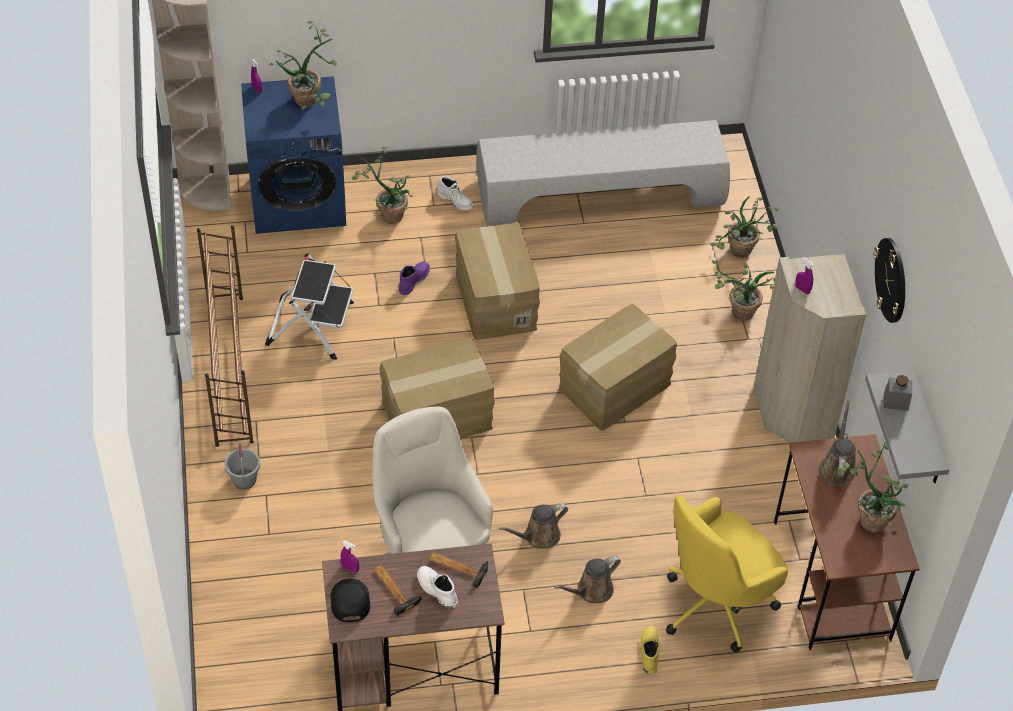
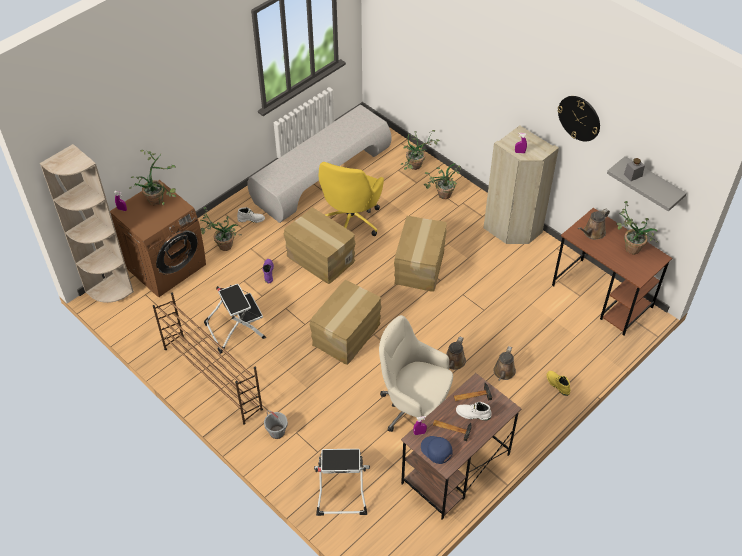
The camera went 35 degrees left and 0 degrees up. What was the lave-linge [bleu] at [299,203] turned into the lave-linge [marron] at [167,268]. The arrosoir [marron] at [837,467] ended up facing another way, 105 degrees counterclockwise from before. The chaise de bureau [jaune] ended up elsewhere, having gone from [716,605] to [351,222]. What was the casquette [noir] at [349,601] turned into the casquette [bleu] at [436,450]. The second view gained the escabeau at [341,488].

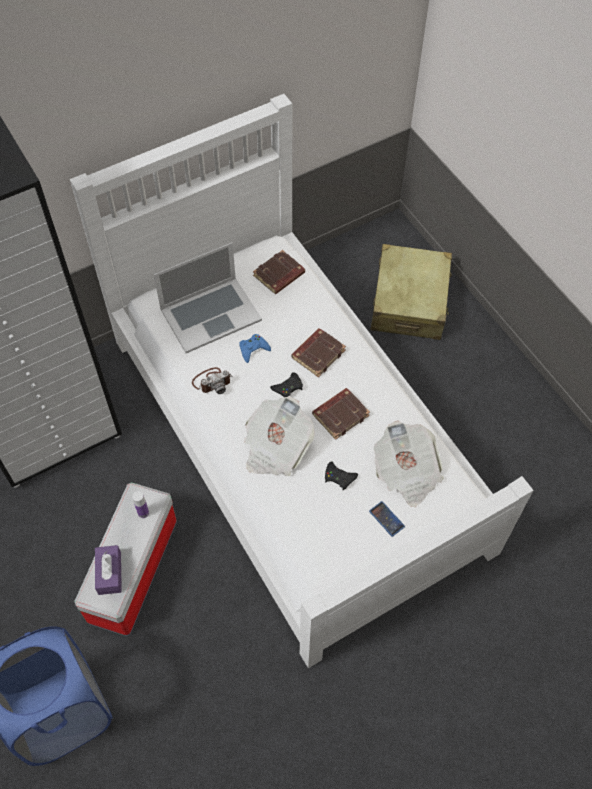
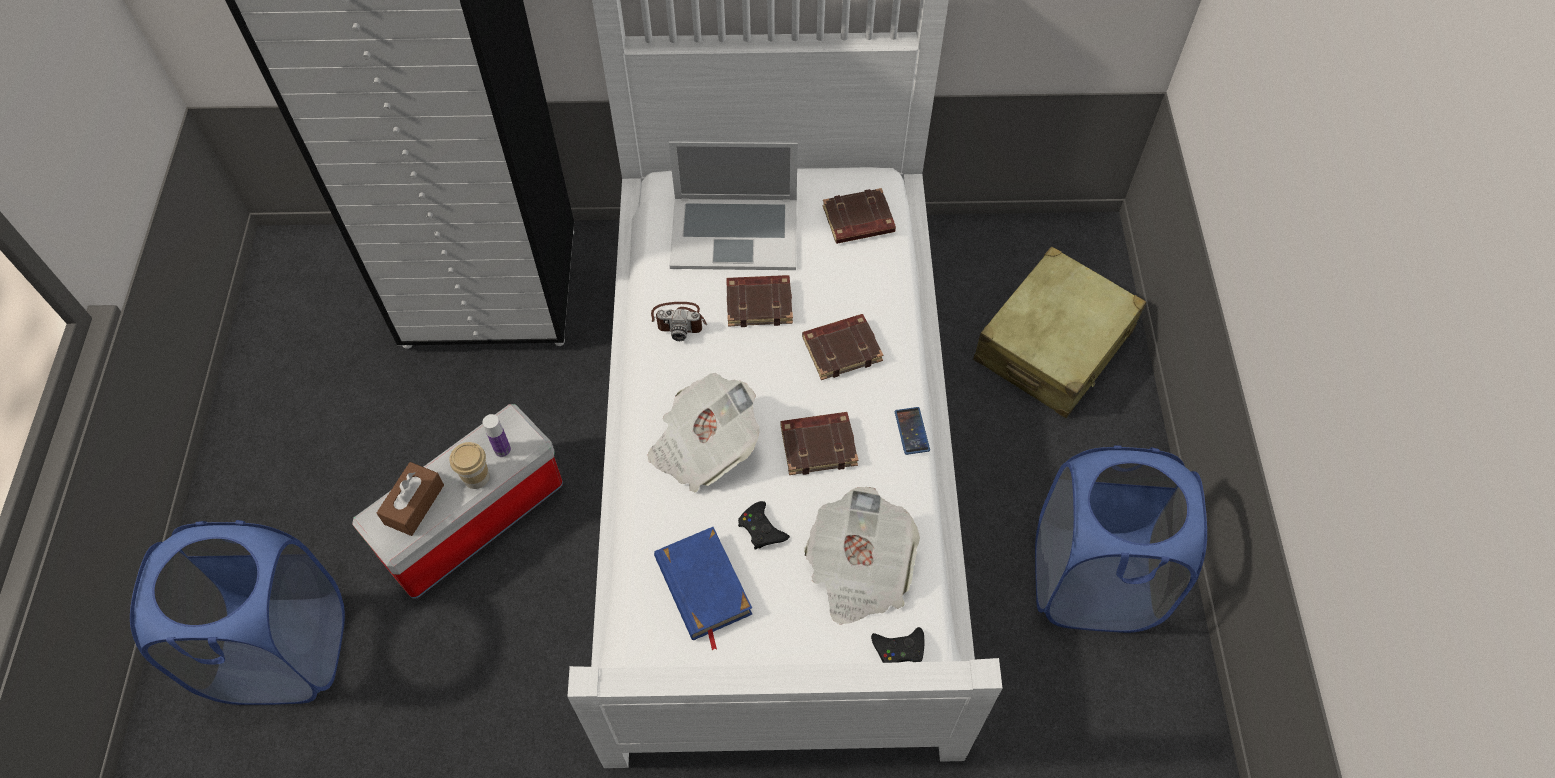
The camera went 30 degrees right and 0 degrees up. Where the manette [bleu] stood at [253,349], the livre [marron] came to stand at [760,303]. The manette [noir] ended up elsewhere, having gone from [288,387] to [899,649]. The téléphone ended up elsewhere, having gone from [386,519] to [911,431]. What was the boîte à mouchoirs [violet] at [109,573] turned into the boîte à mouchoirs [marron] at [414,504]. The second view gained the tasse at [476,477]. The second view gained the panier à linge [bleu] at [1091,581]. The second view gained the livre [bleu] at [702,587].

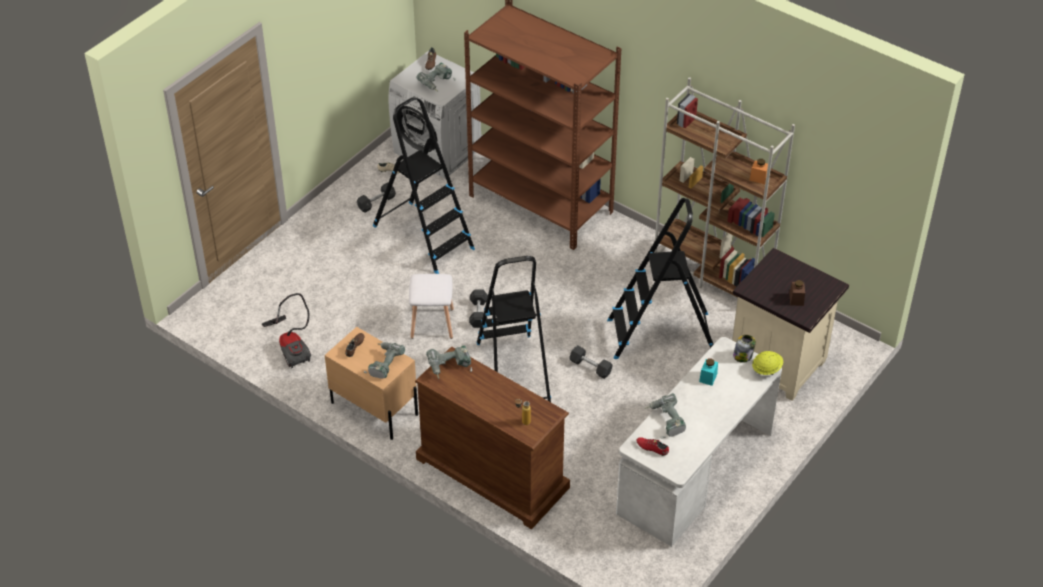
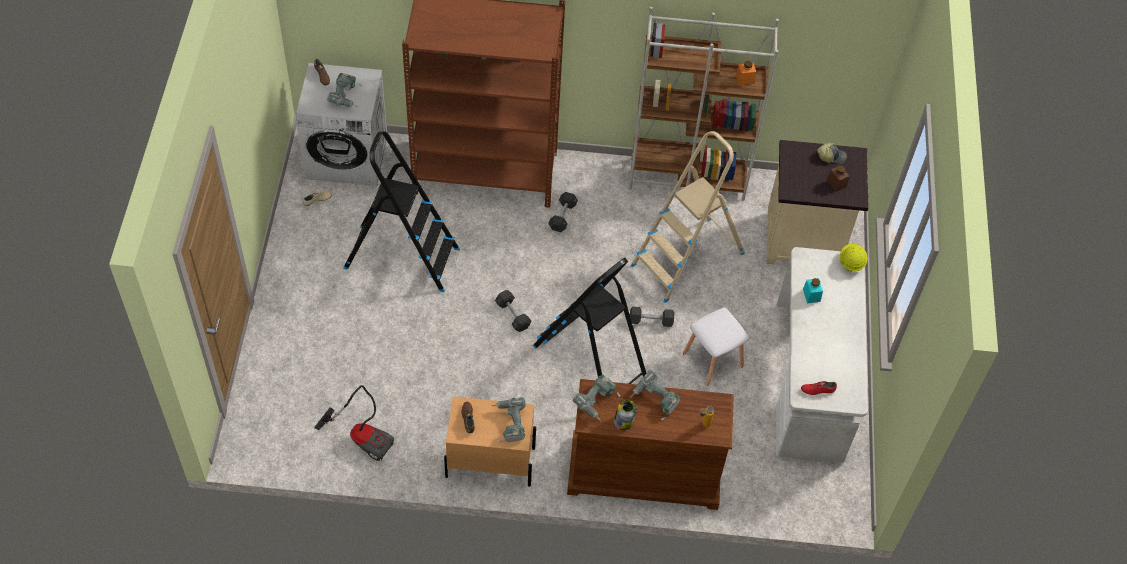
The camera went 35 degrees left and 10 degrees up. The haltère [gris] ended up elsewhere, having gone from [376,202] to [562,216]. What was the escabeau [noir] at [660,336] turned into the escabeau [beige] at [687,259]. The tabouret [blanc] ended up elsewhere, having gone from [431,322] to [712,359]. The bocal ended up elsewhere, having gone from [743,356] to [623,421]. The perceuse ended up elsewhere, having gone from [666,421] to [654,400]. The second view gained the casquette at [831,156].

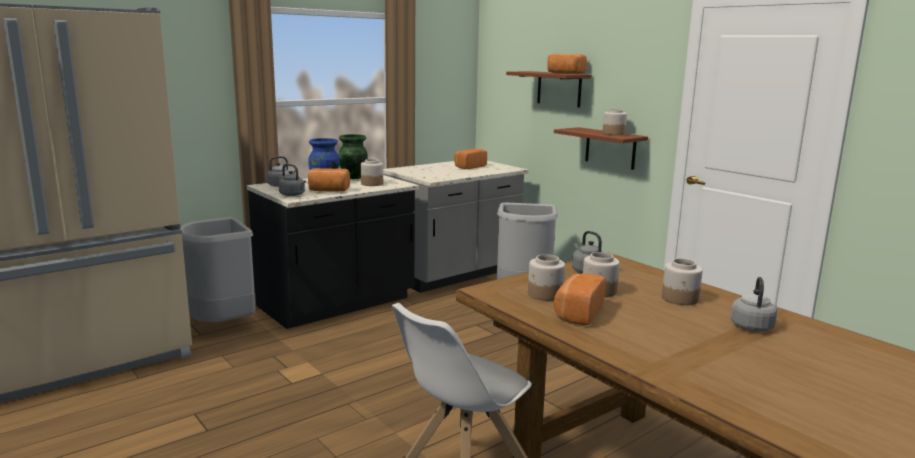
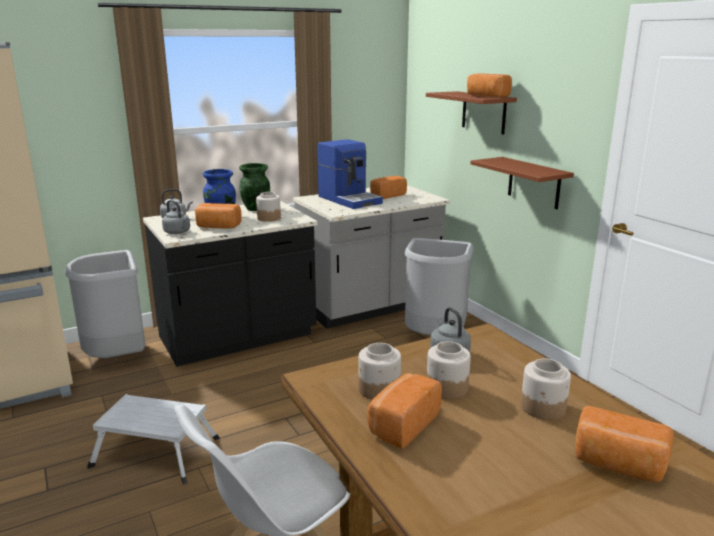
The camera went 10 degrees right and 5 degrees up. The second view lost the bocal at [613,134]. Where the bouilloire [gris] stood at [751,326], the pain came to stand at [618,465]. The second view gained the machine à café at [350,199]. The second view gained the escabeau [blanc] at [155,452].

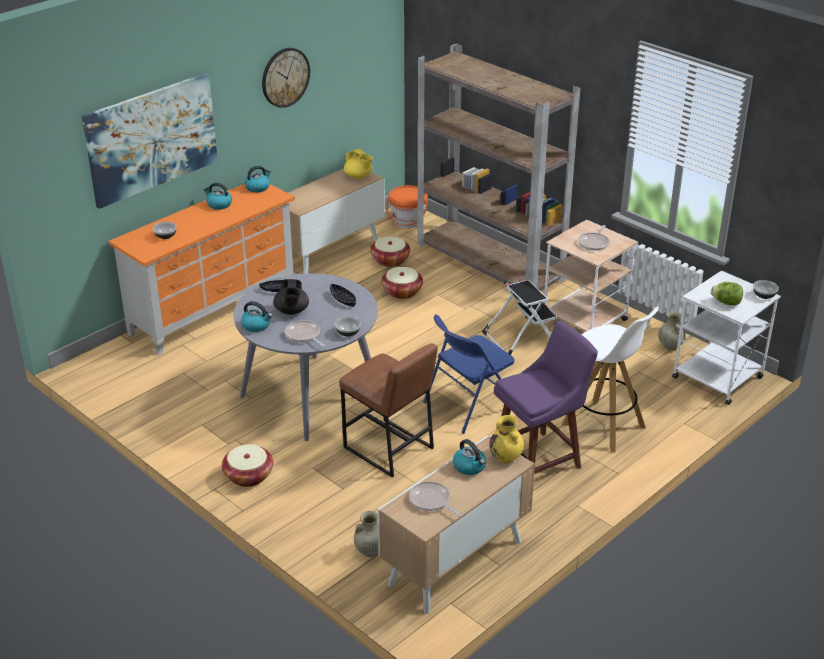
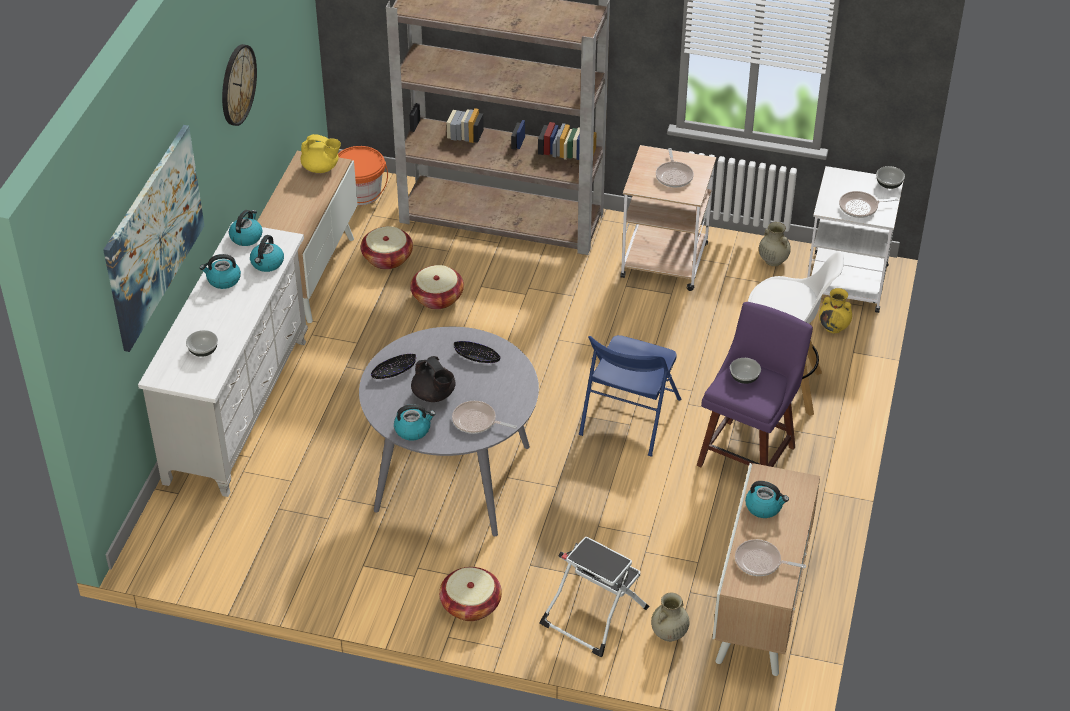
The camera went 30 degrees left and 10 degrees up. What was the commode [orange] at [214,311] turned into the commode [blanc] at [239,409]. The escabeau ended up elsewhere, having gone from [520,337] to [593,612]. Where the laitue stood at [726,303], the poêle came to stand at [861,207]. The bol ended up elsewhere, having gone from [348,333] to [744,378]. The second view lost the chaise [marron] at [389,448]. The vase [jaune] ended up elsewhere, having gone from [506,457] to [834,327]. The second view gained the bouilloire at [267,263].

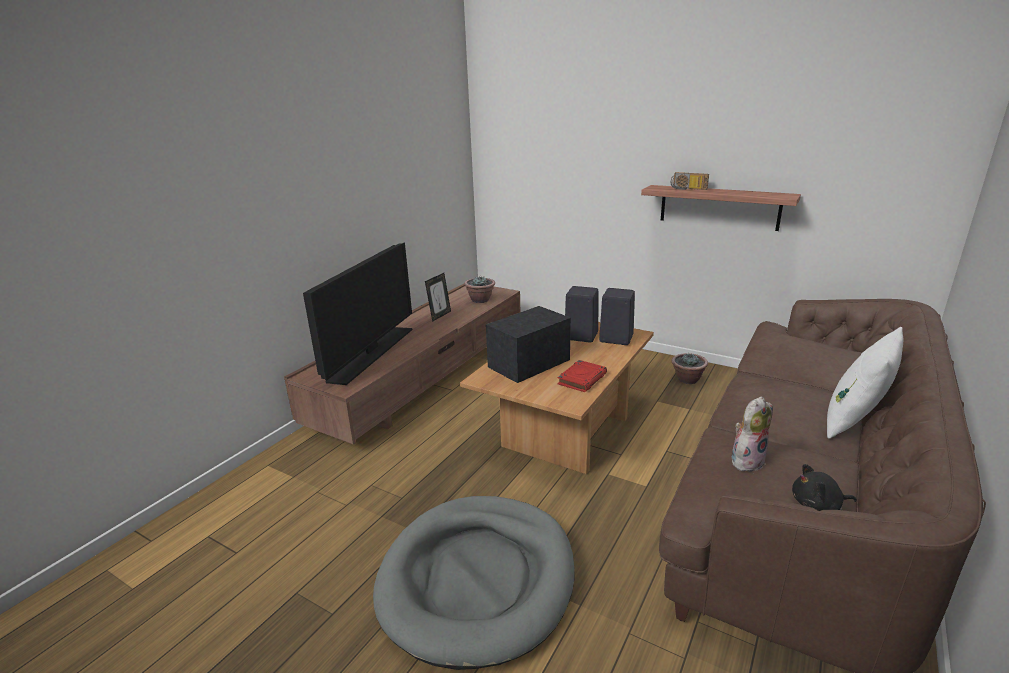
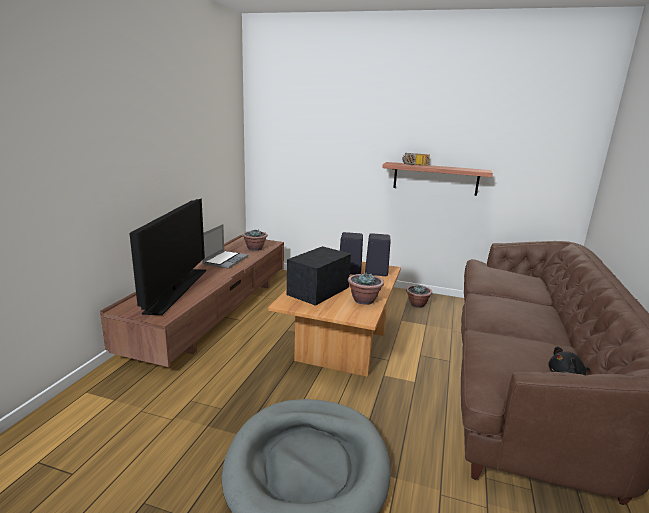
The camera went 15 degrees left and 5 degrees down. Where the cadre photo stood at [439,315], the ordinateur portable came to stand at [225,260]. The second view lost the coussin [blanc] at [854,421]. Where the livre [rouge] stood at [582,379], the plante en pot came to stand at [364,300]. The second view lost the peluche at [746,460].

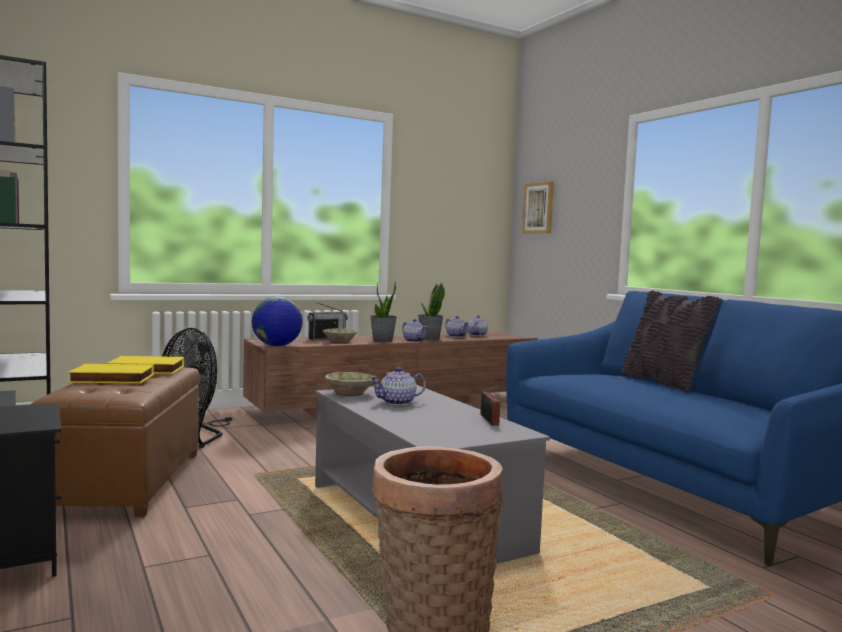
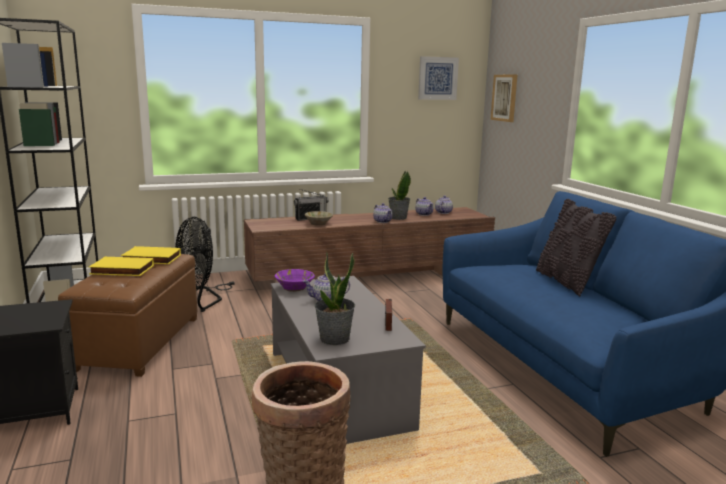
The camera went 10 degrees right and 10 degrees up. The plante en pot ended up elsewhere, having gone from [382,340] to [334,339]. The second view lost the globe at [276,346]. What was the bol [beige] at [350,394] turned into the bol [violet] at [295,288]. The second view gained the tableau at [437,78].

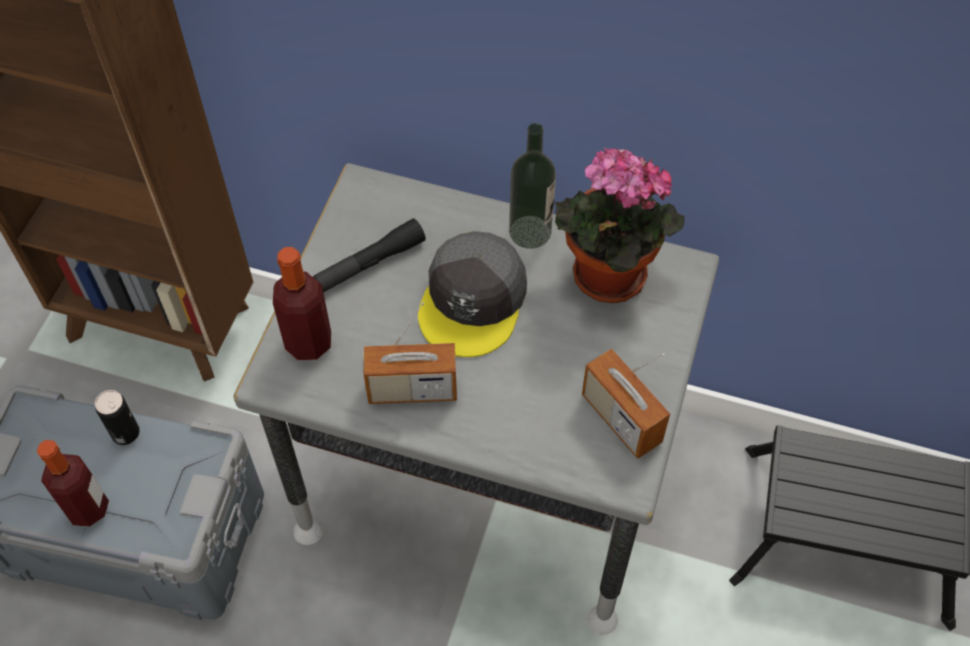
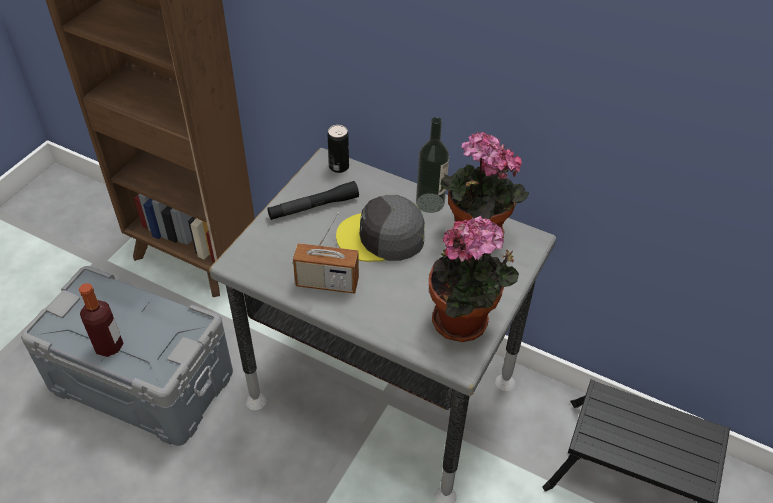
The camera went 10 degrees right and 10 degrees down. The casquette [gris] at [473,301] ended up facing another way, 60 degrees clockwise from before. The second view lost the bouteille at [308,342]. Where the radio stood at [621,419], the plante en pot came to stand at [465,323]. The boîte métallique ended up elsewhere, having gone from [125,433] to [339,167].

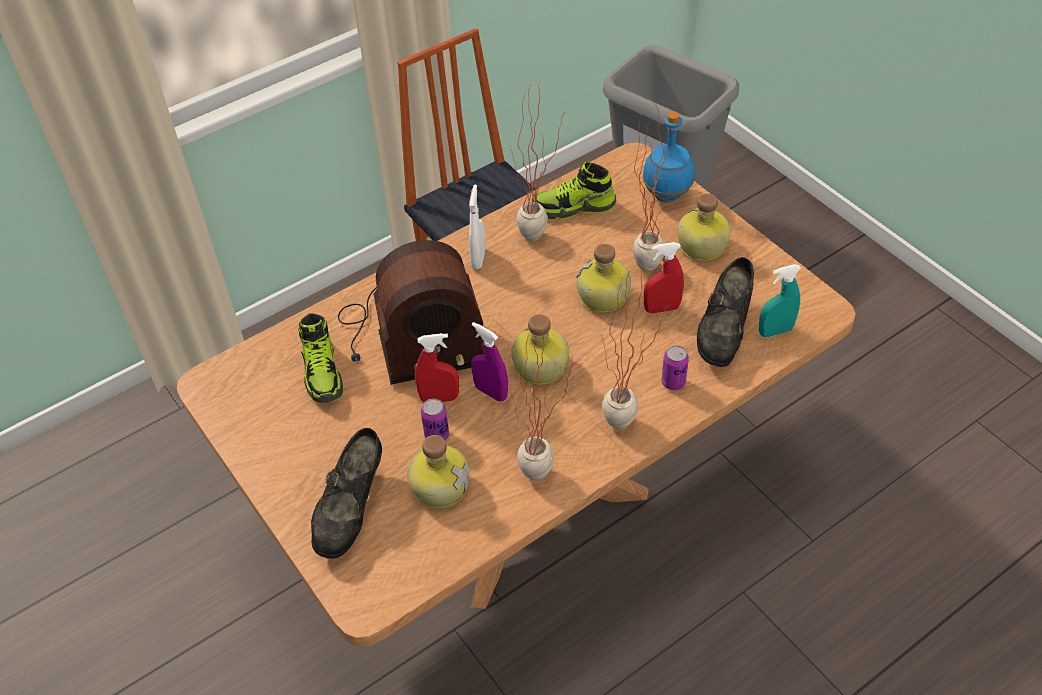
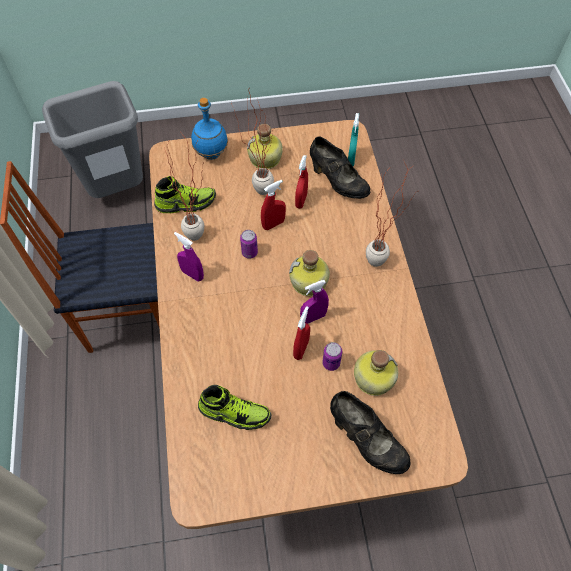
The camera went 65 degrees left and 10 degrees up. The chaussure at [574,208] ended up facing another way, 120 degrees counterclockwise from before. What was the vaporisateur [blanc] at [478,258] turned into the vaporisateur [violet] at [192,274]. The second view lost the radio at [411,336]. Where the bouteille stood at [603,297], the vaporisateur [rouge] came to stand at [273,224]. The second view lost the plante en pot at [544,481]. The boîte métallique ended up elsewhere, having gone from [673,382] to [249,252].

